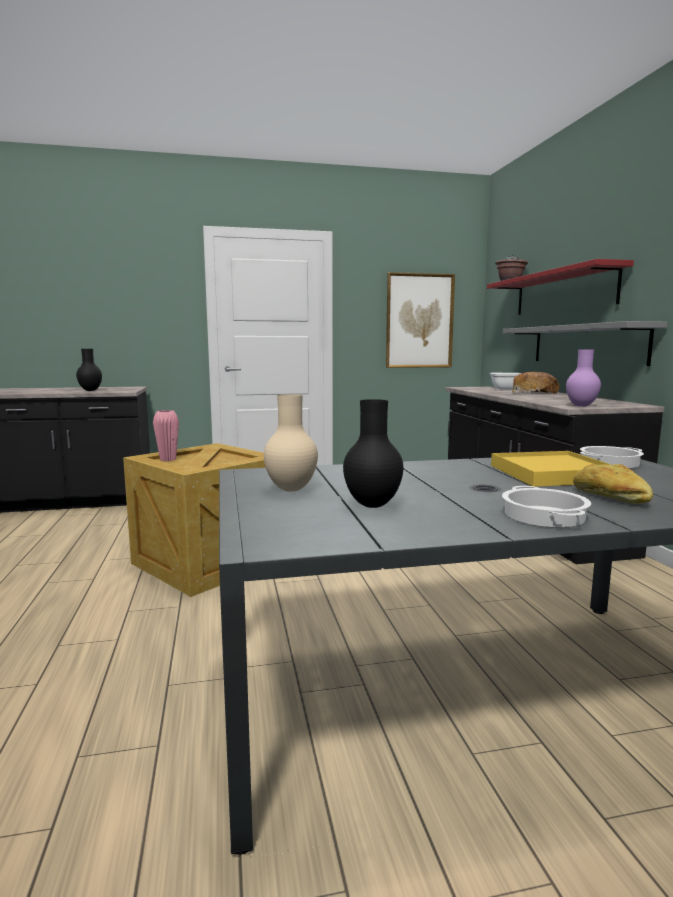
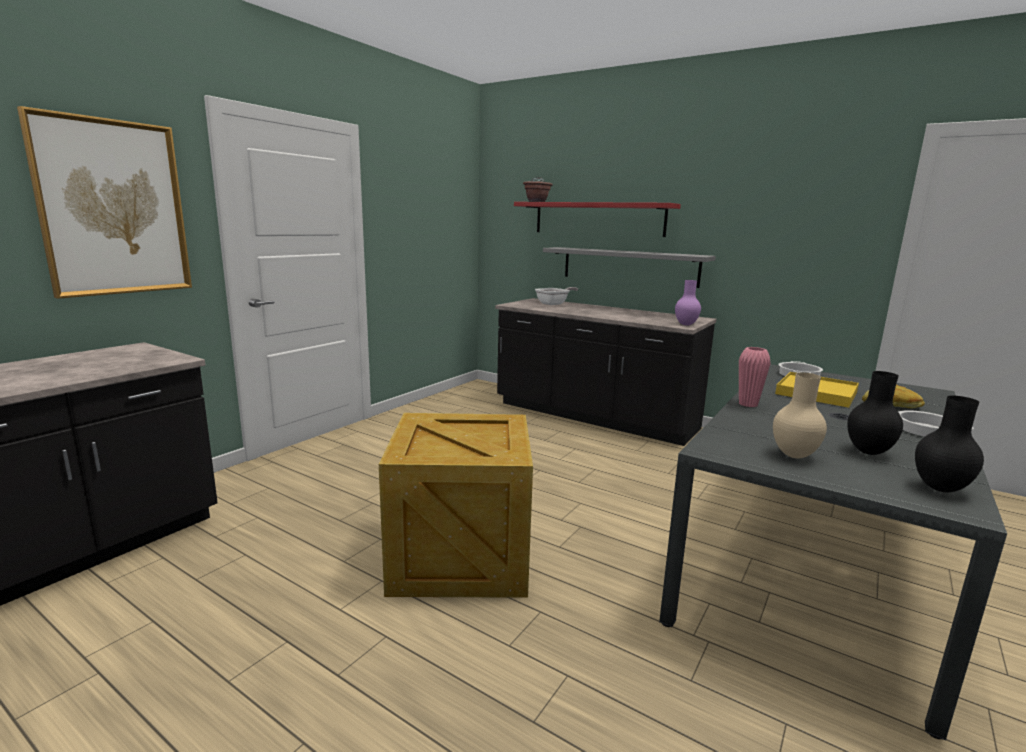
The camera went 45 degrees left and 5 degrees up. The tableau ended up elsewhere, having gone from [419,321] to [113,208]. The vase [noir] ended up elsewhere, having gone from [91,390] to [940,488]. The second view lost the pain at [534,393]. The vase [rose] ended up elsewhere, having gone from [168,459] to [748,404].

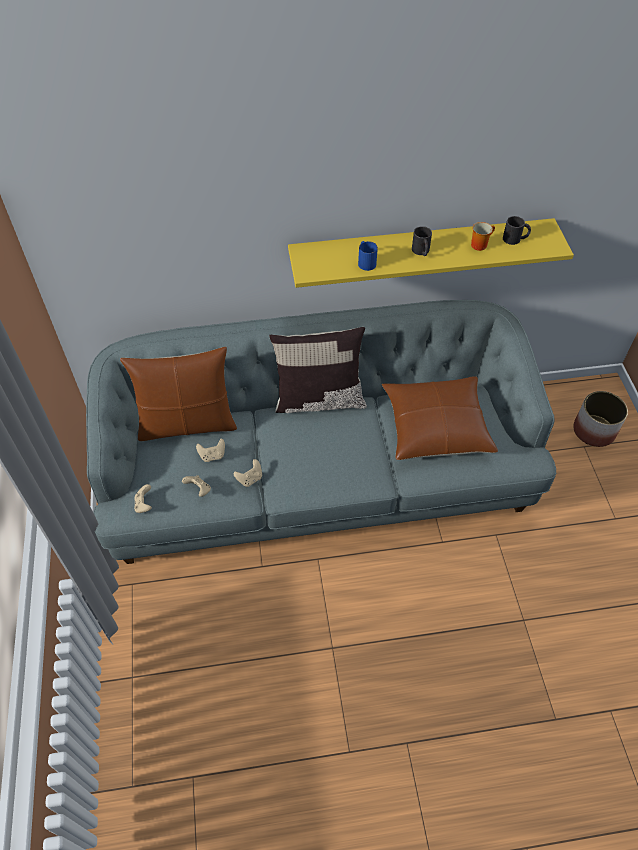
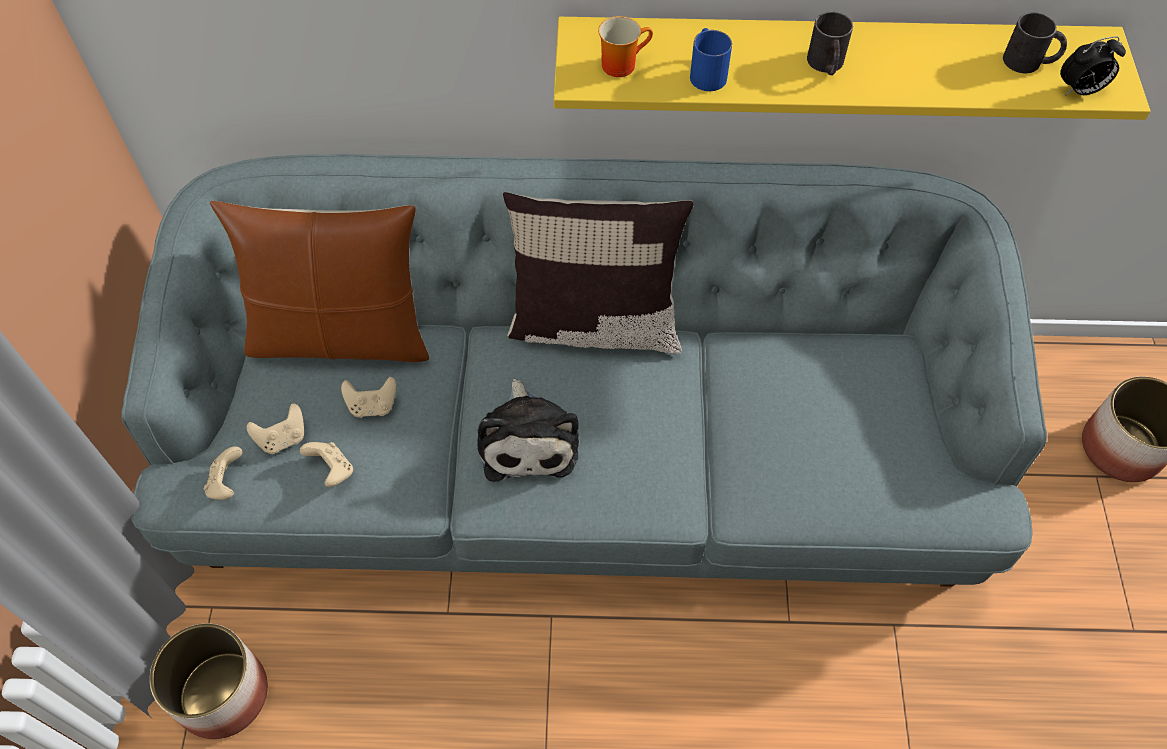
The camera went 10 degrees right and 5 degrees up. The mug ended up elsewhere, having gone from [479,244] to [621,63]. The second view lost the coussin [marron] at [436,427]. The manette [beige] ended up elsewhere, having gone from [250,479] to [282,438]. The second view gained the réveil at [1079,90]. The second view gained the peluche at [528,439]. The second view gained the cache-pot at [223,695].

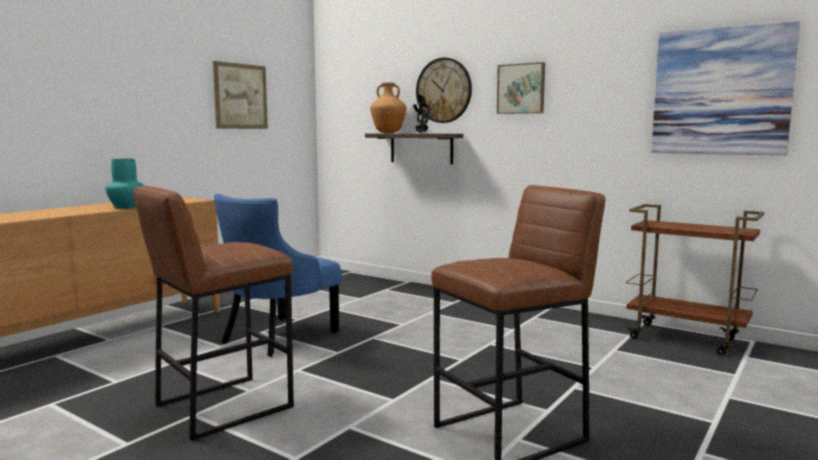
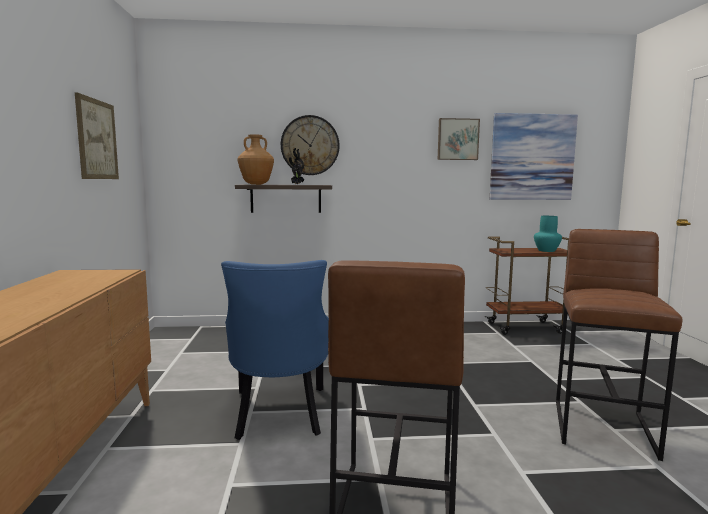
The camera went 40 degrees left and 0 degrees up. The tableau ended up elsewhere, having gone from [521,89] to [457,139]. The vase [turquoise] ended up elsewhere, having gone from [127,207] to [546,250].

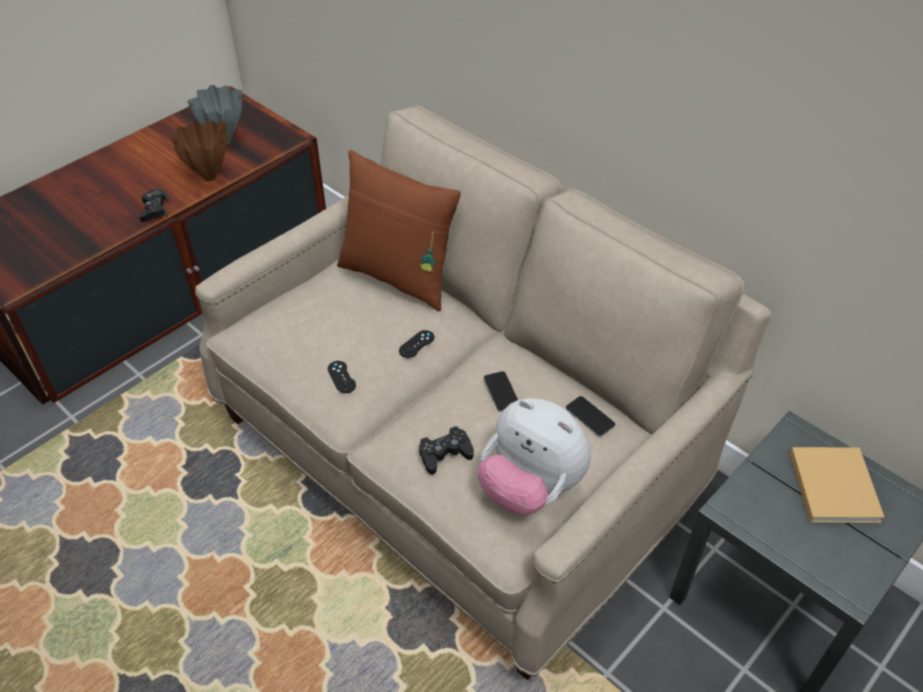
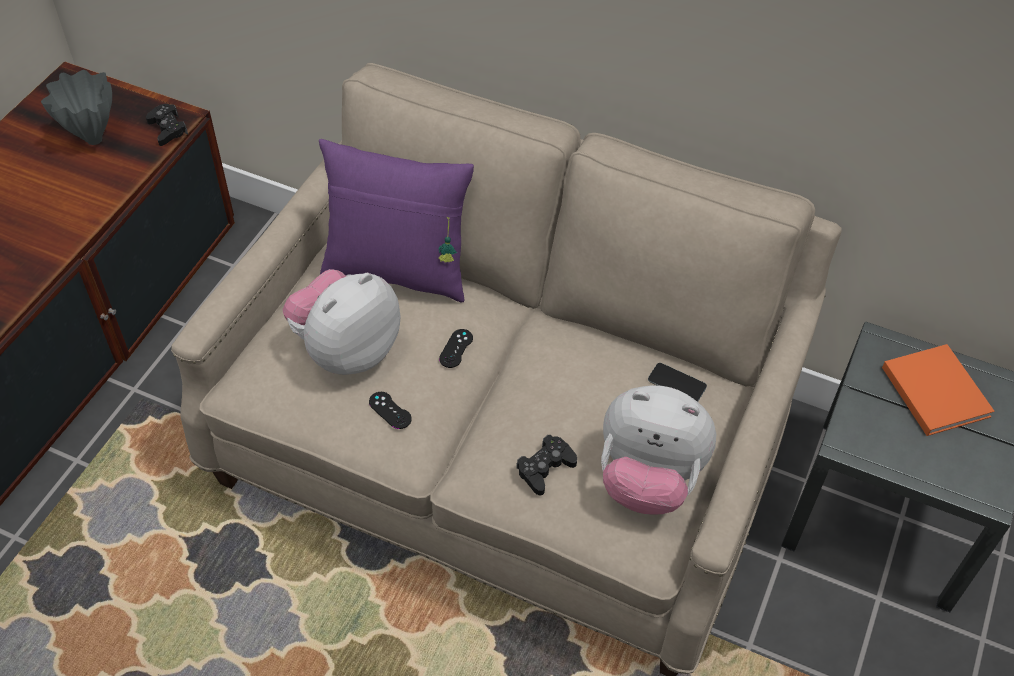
The camera went 20 degrees left and 5 degrees up. The second view lost the vase [marron] at [209,177]. What was the coussin [marron] at [397,278] turned into the coussin [violet] at [397,272]. The manette [noir] ended up elsewhere, having gone from [155,210] to [168,129]. The second view lost the téléphone at [501,391]. What was the livre [beige] at [833,484] turned into the livre [orange] at [933,389]. The second view gained the peluche at [346,349].

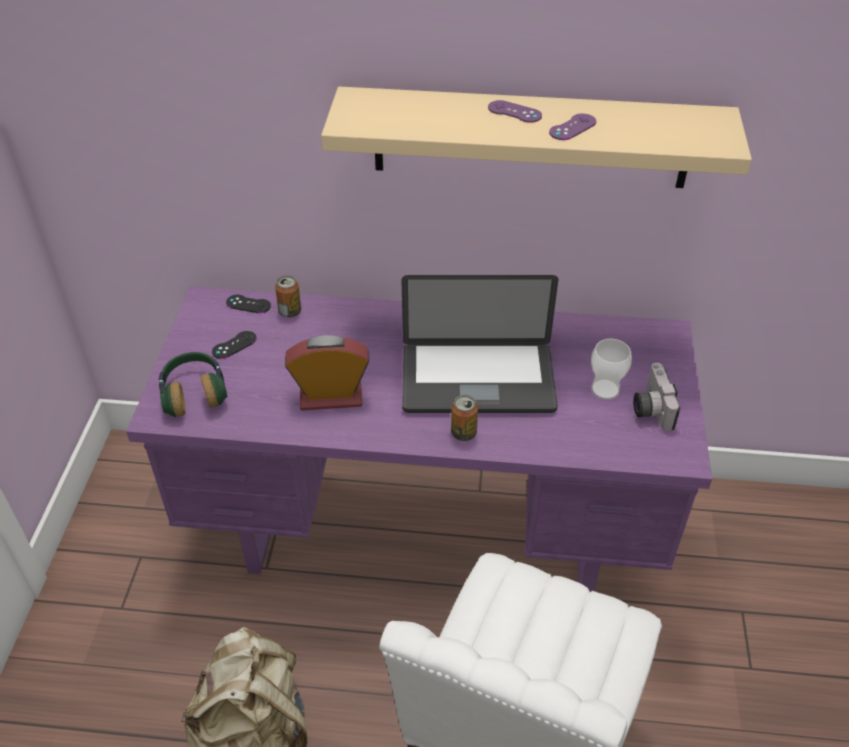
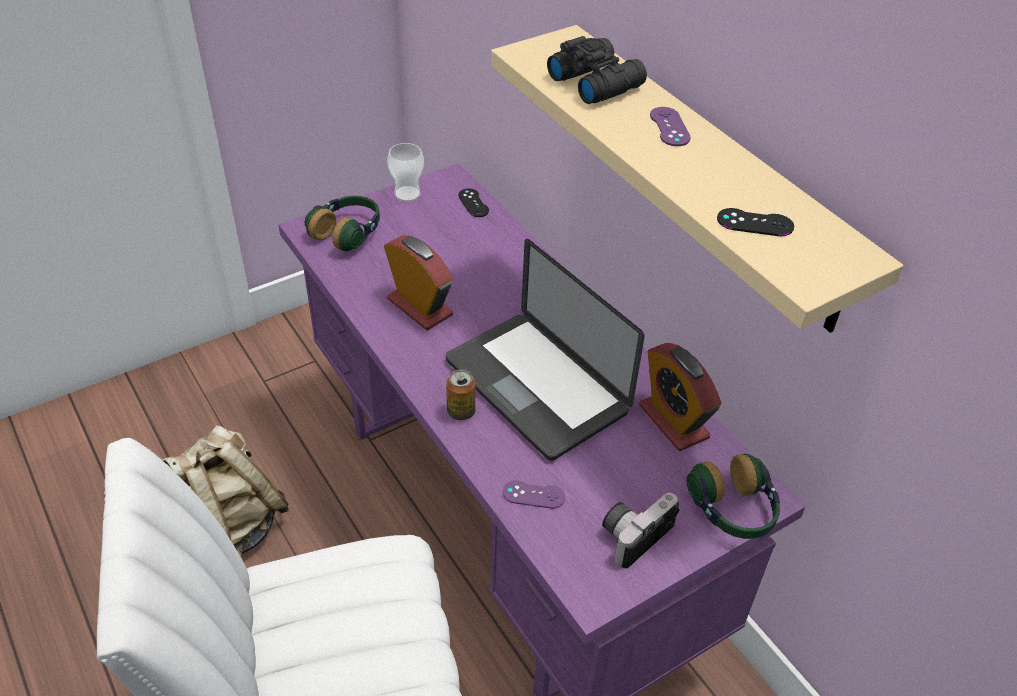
The camera went 50 degrees right and 0 degrees up. The manette [violet] ended up elsewhere, having gone from [572,127] to [533,495]. The second view lost the boîte métallique at [290,312]. The manette [noir] ended up elsewhere, having gone from [234,345] to [755,223]. The tasse ended up elsewhere, having gone from [605,389] to [407,194]. The second view gained the jumelles [noir] at [595,81]. The second view gained the réveil at [673,421]. The second view gained the casque audio at [733,510].

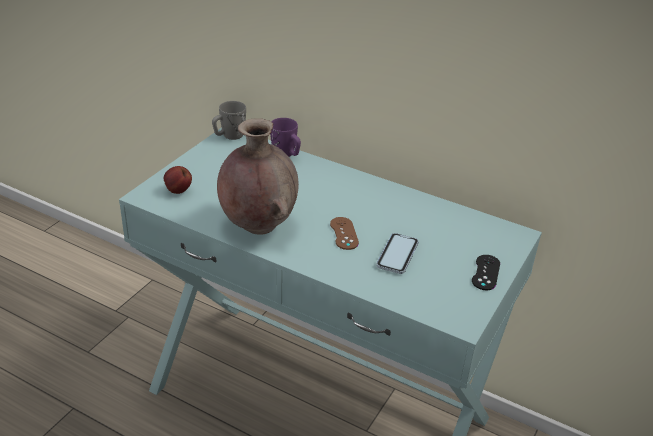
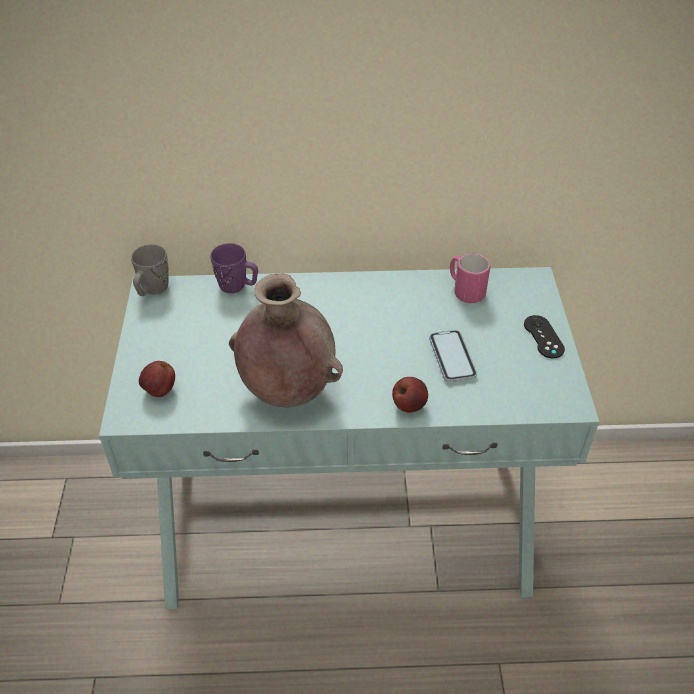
The camera went 30 degrees left and 10 degrees up. The second view lost the manette [marron] at [344,233]. The second view gained the mug [rose] at [465,291]. The second view gained the pomme at [409,405].

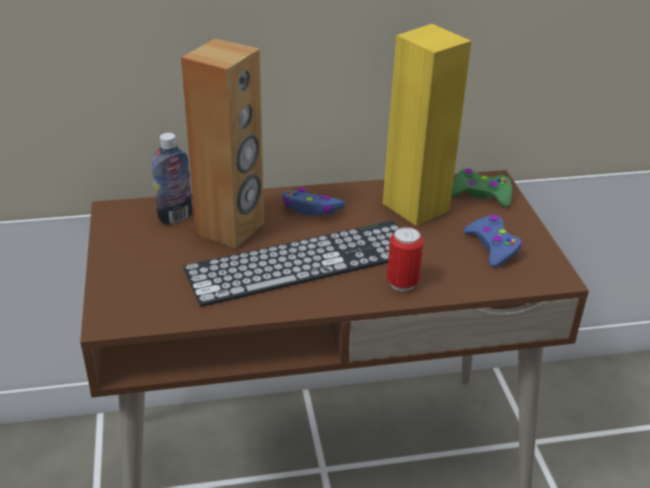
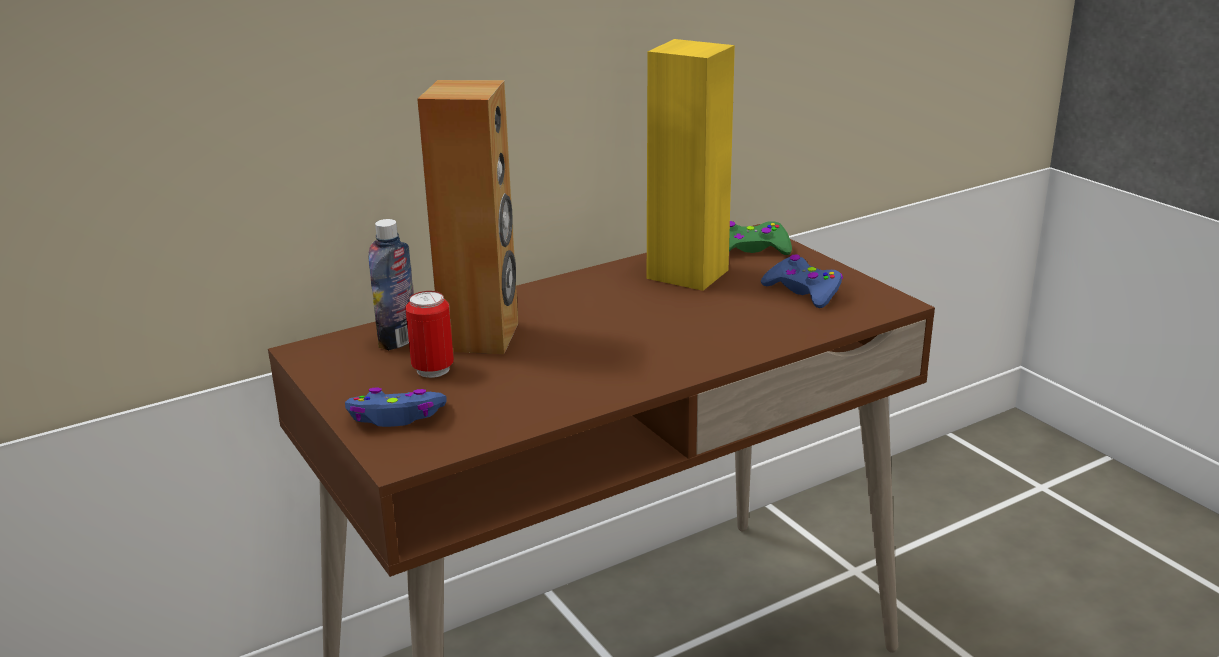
The camera went 20 degrees left and 10 degrees down. The manette [bleu] ended up elsewhere, having gone from [311,209] to [396,417]. The second view lost the clavier at [303,261]. The boîte métallique ended up elsewhere, having gone from [402,283] to [433,370].

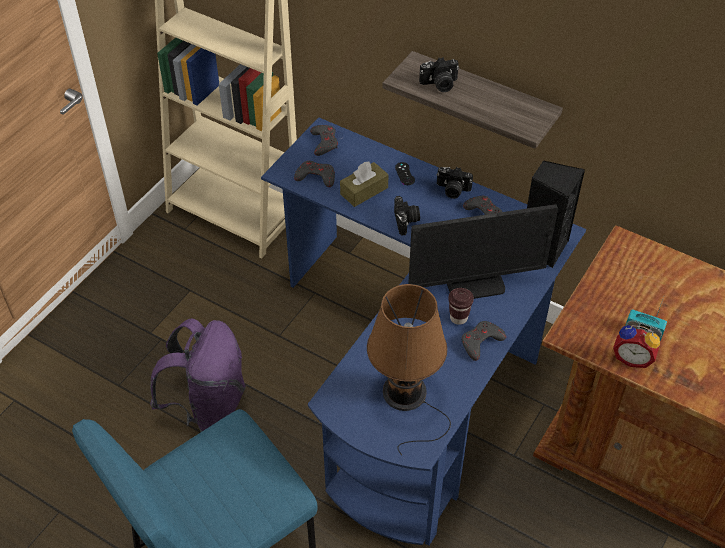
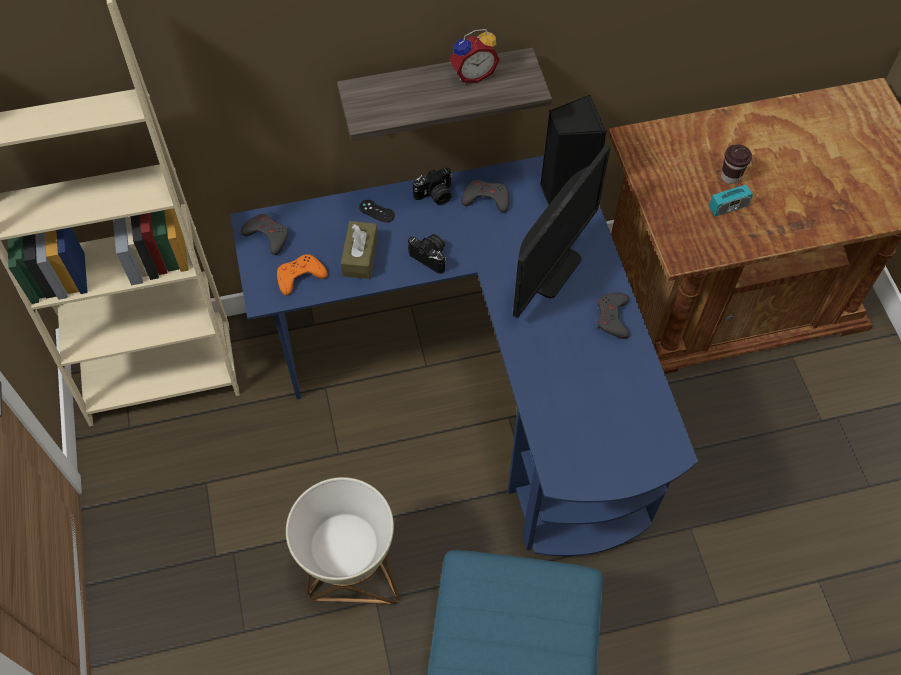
The camera went 45 degrees left and 10 degrees up. The second view lost the appareil photo at [439,84]. What was the manette [gris] at [316,176] turned into the manette [orange] at [300,276]. The second view lost the lampe de table [marron] at [407,397]. The tasse [marron] ended up elsewhere, having gone from [458,318] to [730,177]. Where the sac à dos [violet] stood at [208,407], the cache-pot came to stand at [352,574]. The réveil ended up elsewhere, having gone from [632,358] to [472,74].

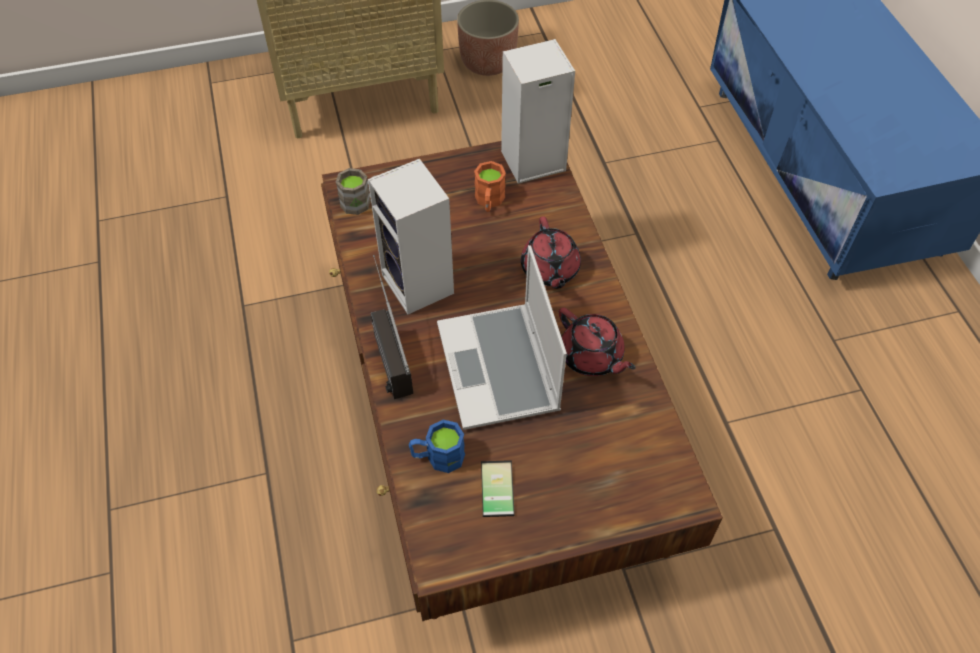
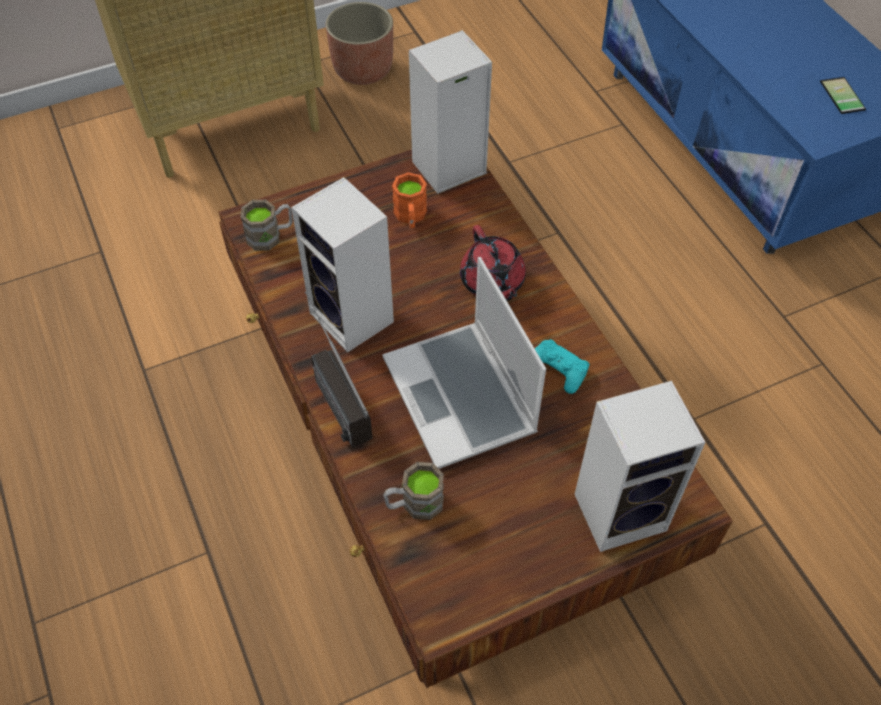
The camera went 10 degrees left and 0 degrees up. Where the théière [rouge] stood at [592,356], the manette [turquoise] came to stand at [557,369]. What was the mug [bleu] at [438,457] turned into the mug [marron] at [414,504]. The téléphone ended up elsewhere, having gone from [494,488] to [839,96]. The second view gained the enceinte at [622,509].

